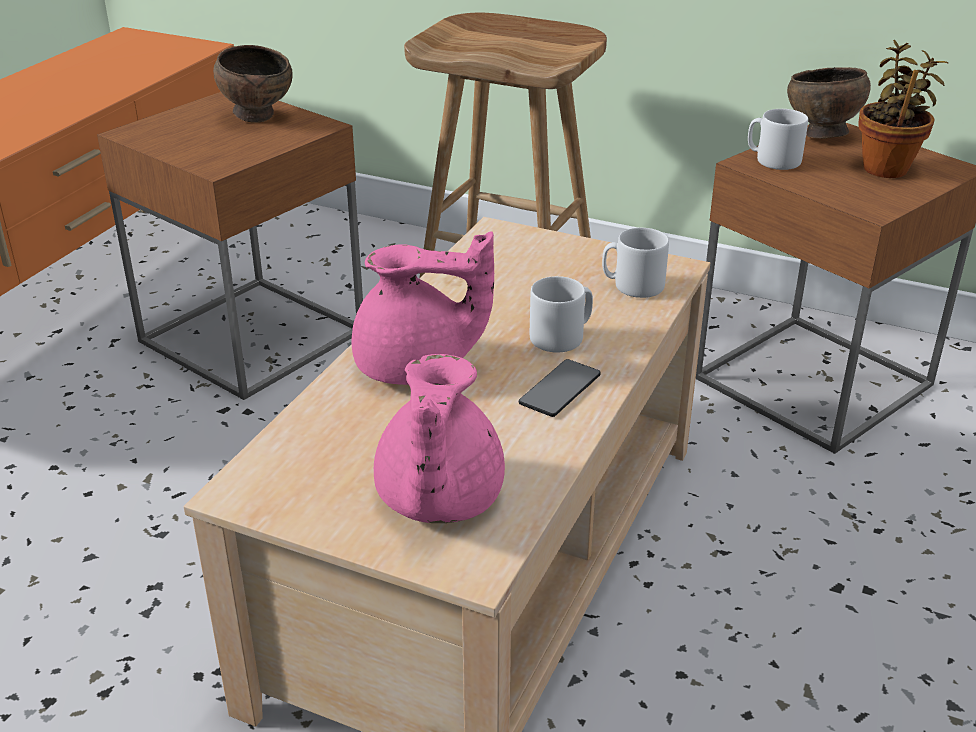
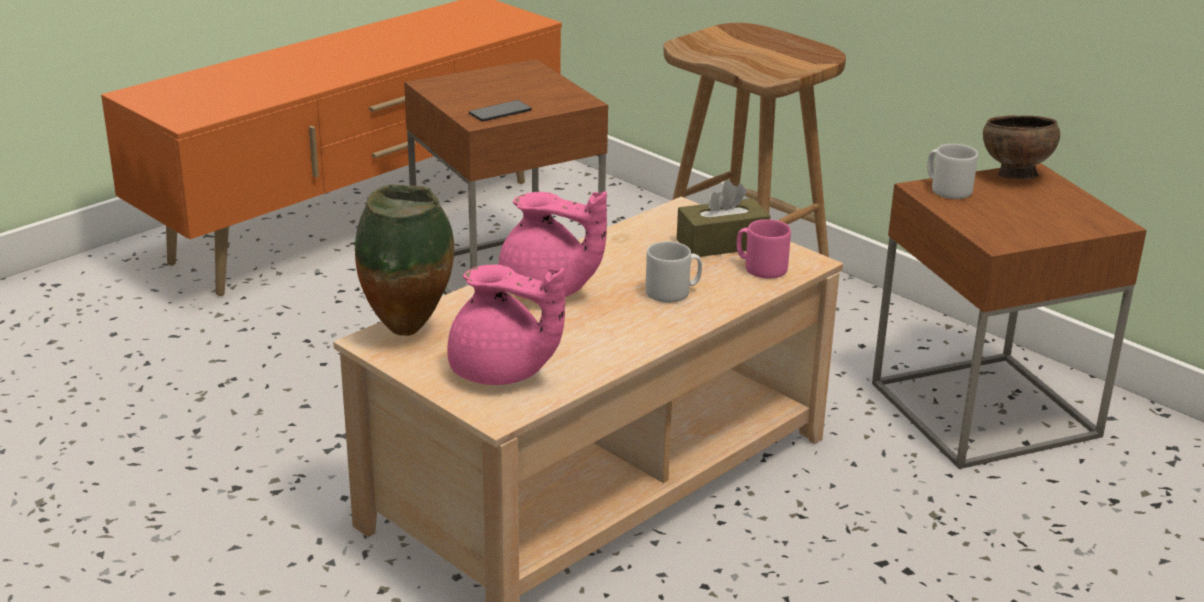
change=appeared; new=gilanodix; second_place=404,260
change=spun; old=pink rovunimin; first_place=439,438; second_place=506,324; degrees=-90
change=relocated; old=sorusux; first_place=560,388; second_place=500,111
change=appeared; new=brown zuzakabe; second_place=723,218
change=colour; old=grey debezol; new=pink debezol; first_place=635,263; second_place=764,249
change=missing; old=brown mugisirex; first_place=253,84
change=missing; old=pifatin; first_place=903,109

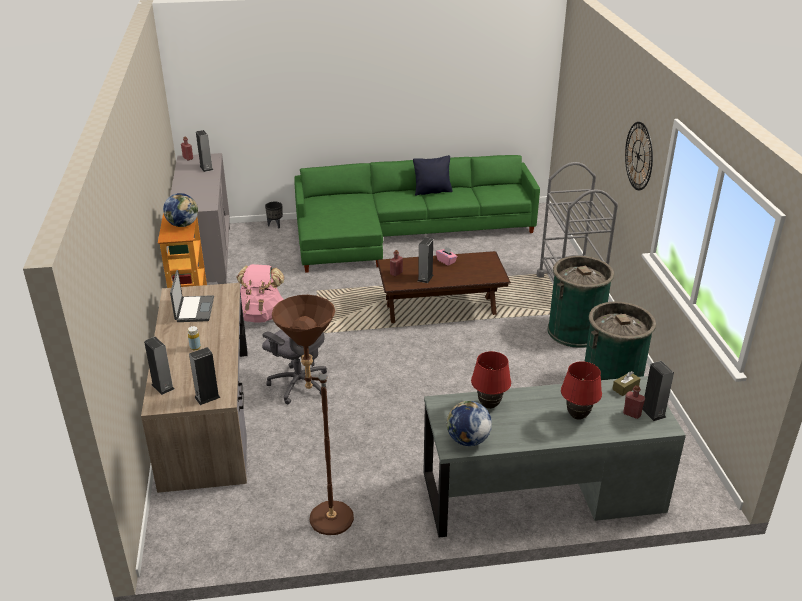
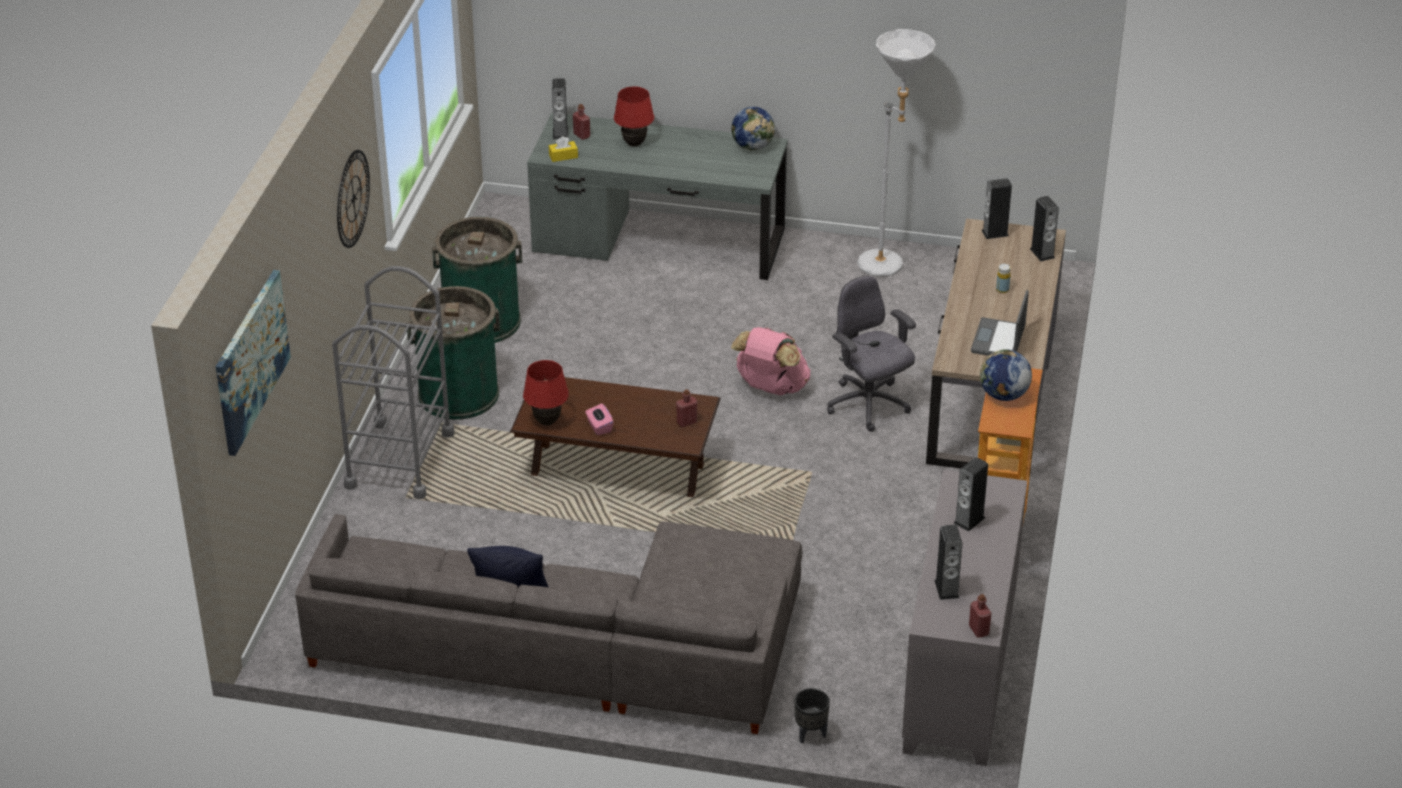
change=appeared; new=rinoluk; second_place=253,363
change=colour; old=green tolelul; new=grey tolelul; first_place=417,214; second_place=548,624
change=relocated; old=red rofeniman; first_place=491,380; second_place=546,393
change=colour; old=brown zuzakabe; new=yellow zuzakabe; first_place=626,383; second_place=563,149
change=relocated; old=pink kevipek; first_place=260,293; second_place=771,361
change=colour; old=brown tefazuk; new=white tefazuk; first_place=313,415; second_place=896,153
change=relocated; old=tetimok; first_place=425,260; second_place=971,494

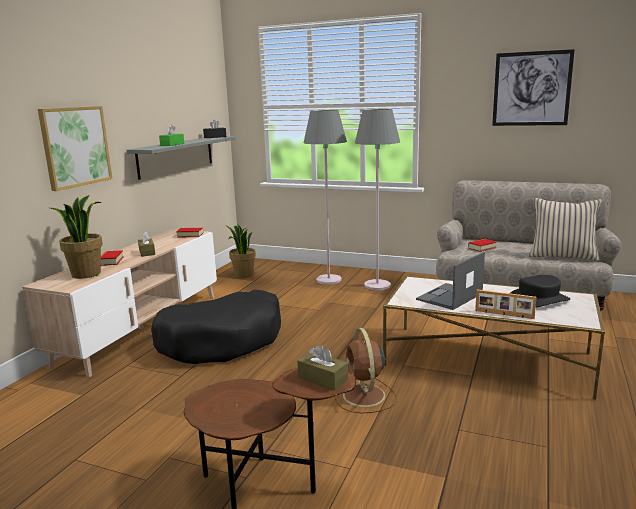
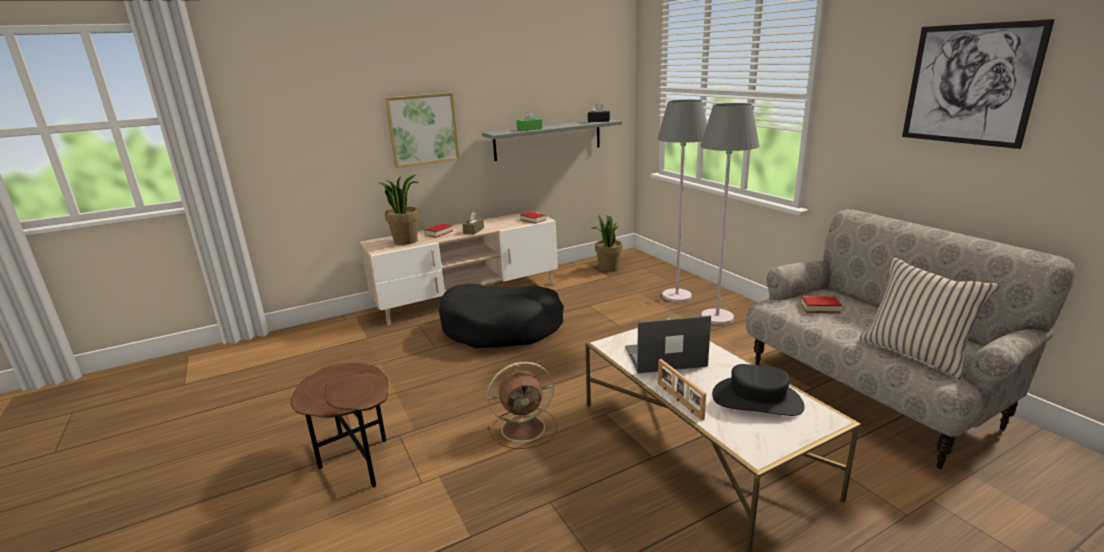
change=spun; old=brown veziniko; first_place=365,370; second_place=522,405; degrees=-135
change=missing; old=brown zuzakabe; first_place=322,367

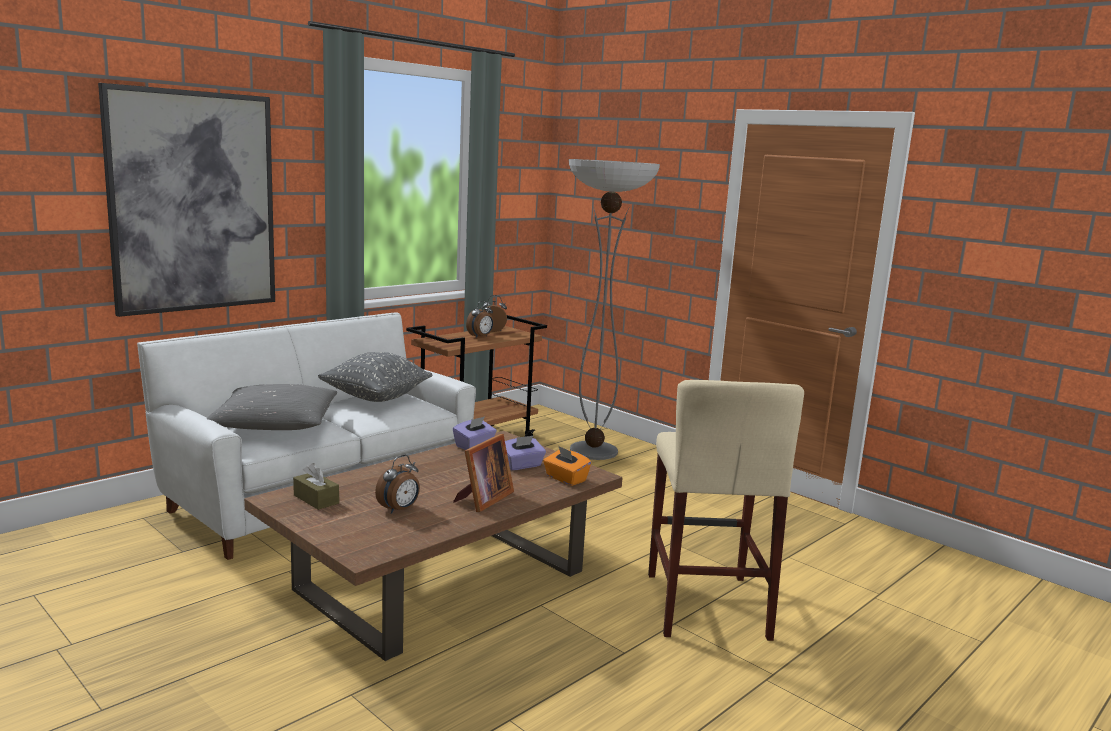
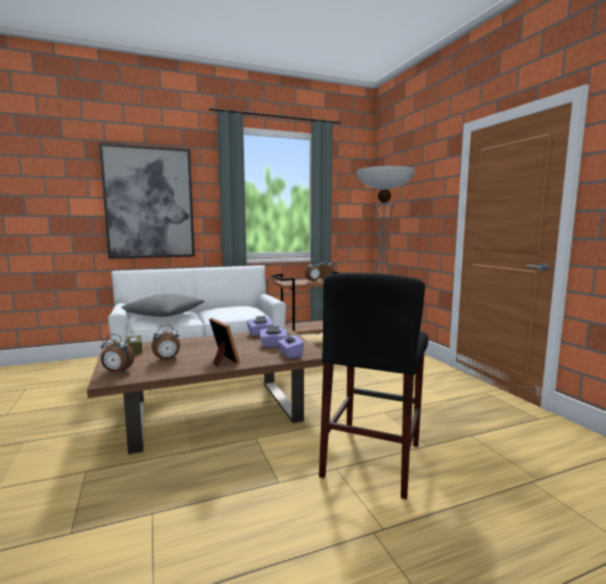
change=appeared; new=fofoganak; second_place=117,353
change=spun; old=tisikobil; first_place=483,473; second_place=224,342; degrees=-90
change=colour; old=orange zuzakabe; new=purple zuzakabe; first_place=567,466; second_place=291,345
change=colour; old=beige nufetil; new=black nufetil; first_place=726,510; second_place=373,386
change=missing; old=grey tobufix; first_place=375,377

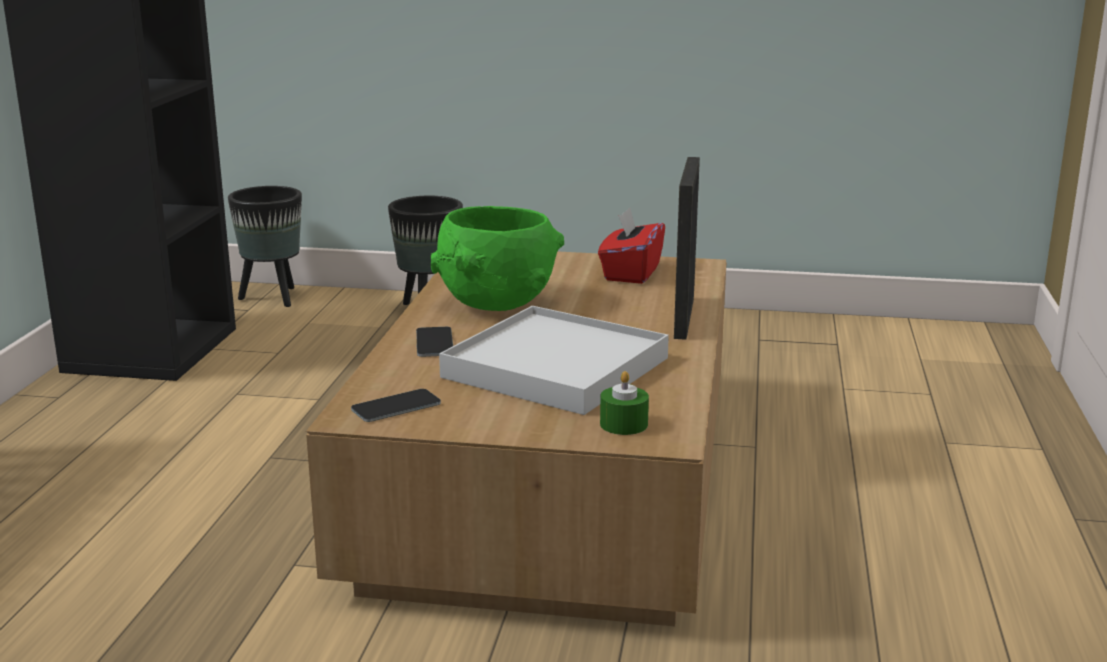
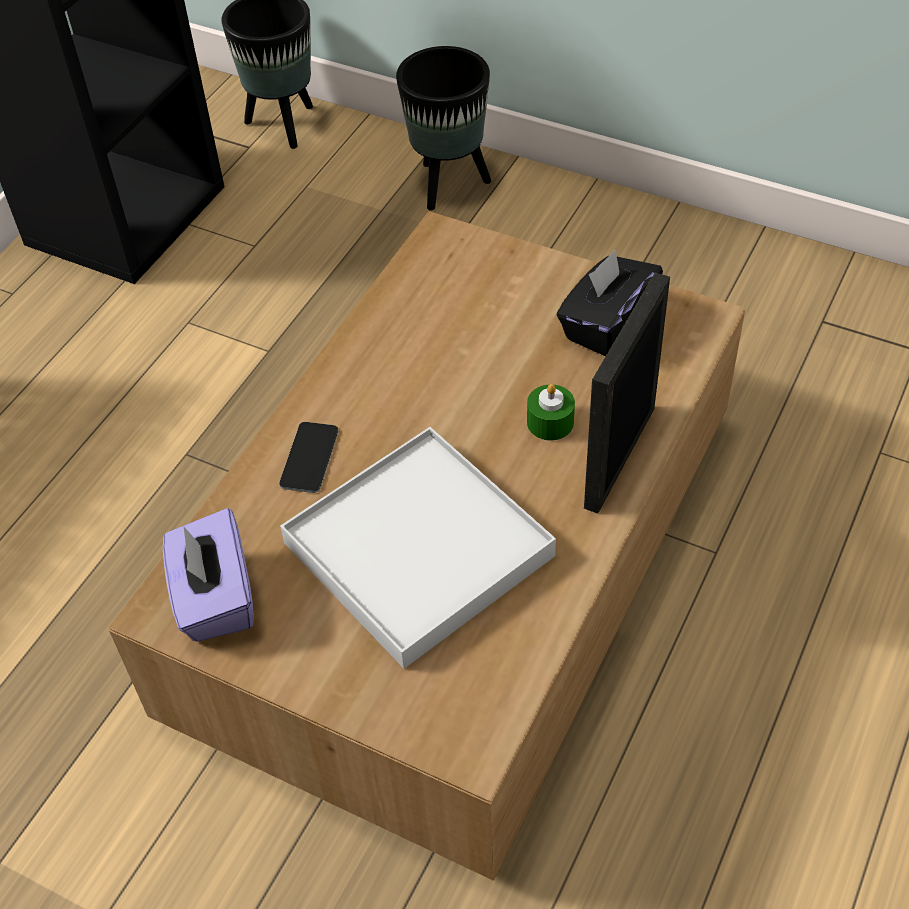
change=exchanged; old=sorusux; new=purple zuzakabe; first_place=396,405; second_place=208,575
change=relocated; old=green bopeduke; first_place=624,403; second_place=551,412
change=colour; old=red zuzakabe; new=black zuzakabe; first_place=631,245; second_place=610,303
change=missing; old=green mugisirex; first_place=497,258

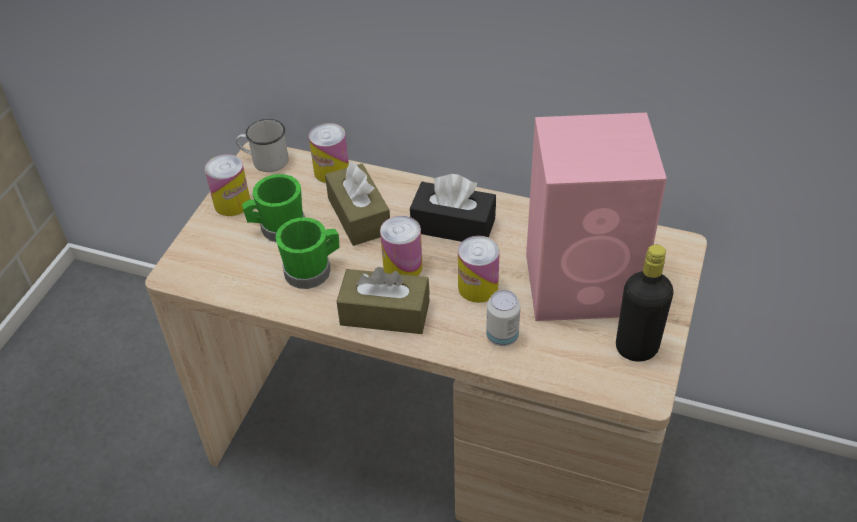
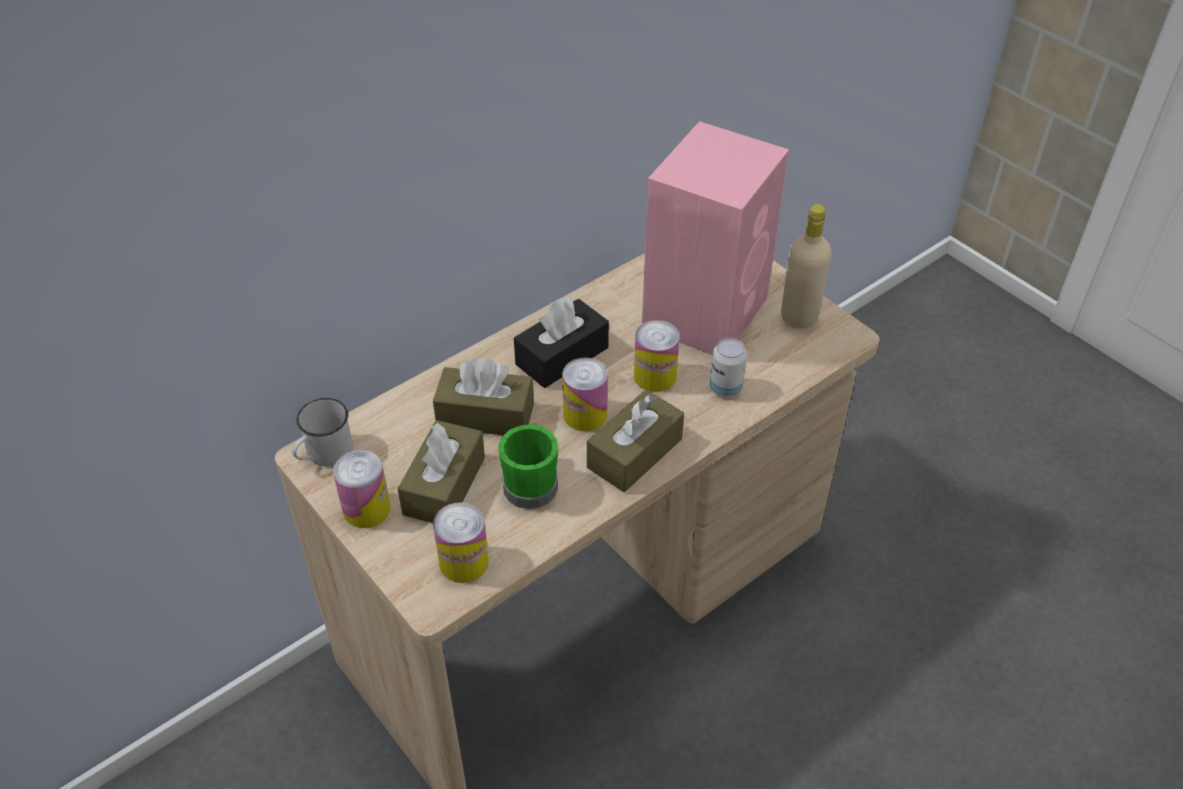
change=exchanged; old=green debezol; new=brown zuzakabe; first_place=273,208; second_place=441,471
change=relocated; old=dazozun; first_place=329,153; second_place=461,542
change=colour; old=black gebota; new=beige gebota; first_place=644,303; second_place=806,266

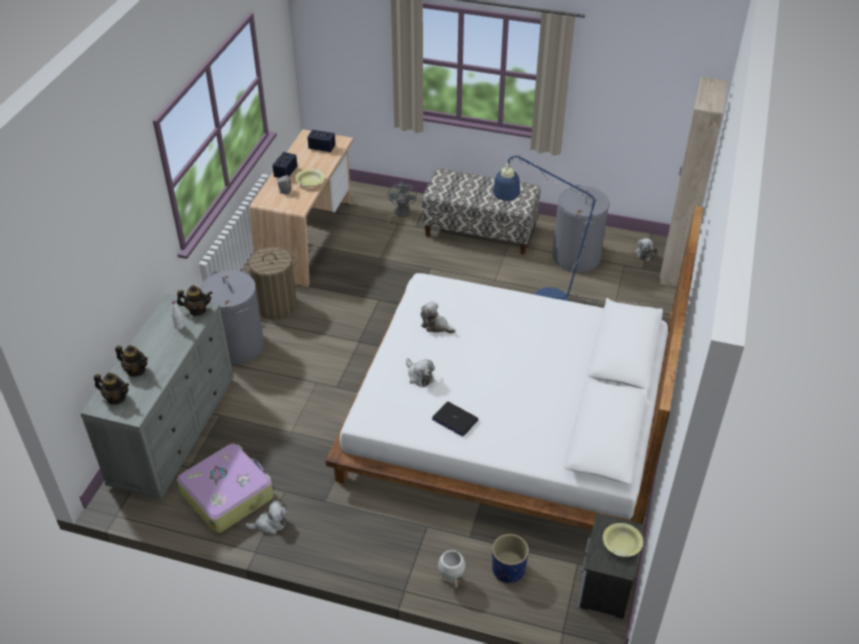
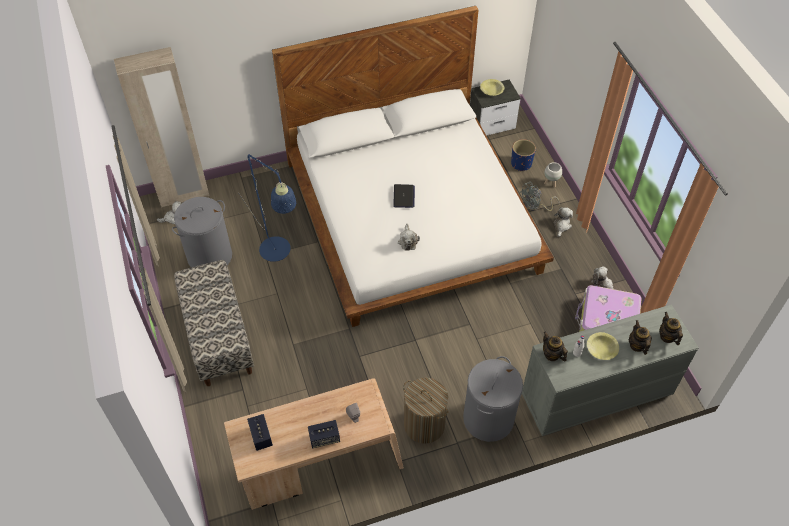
change=relocated; old=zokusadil; first_place=455,419; second_place=404,196
change=relocated; old=grey veziniko; first_place=401,204; second_place=539,196
change=relocated; old=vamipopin; first_place=420,372; second_place=563,222
change=relocated; old=yellow mugisirex; first_place=310,178; second_place=603,346

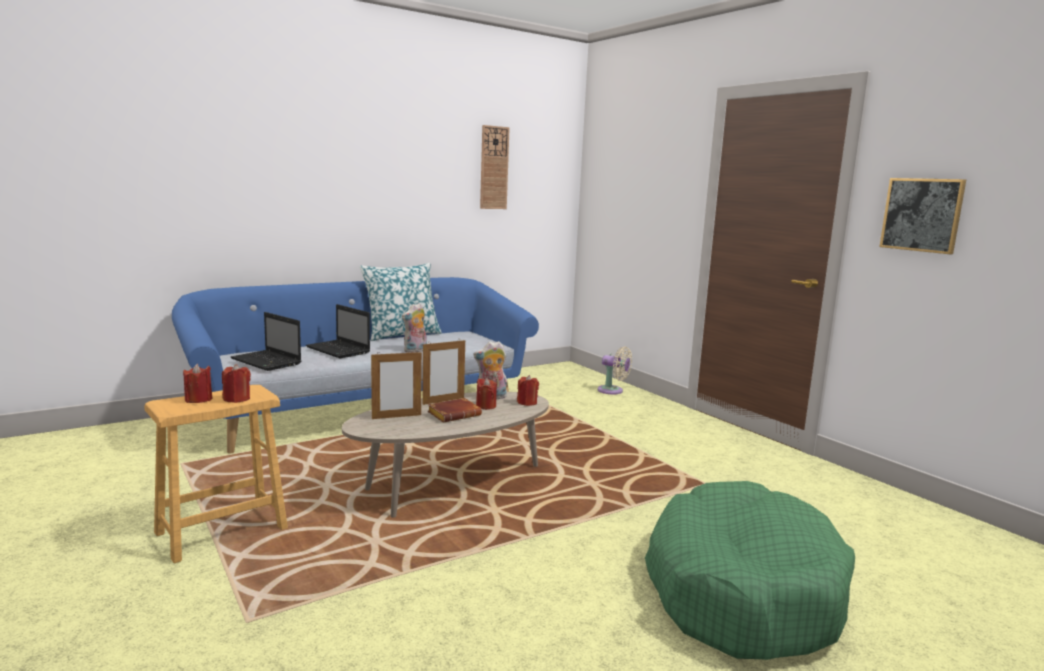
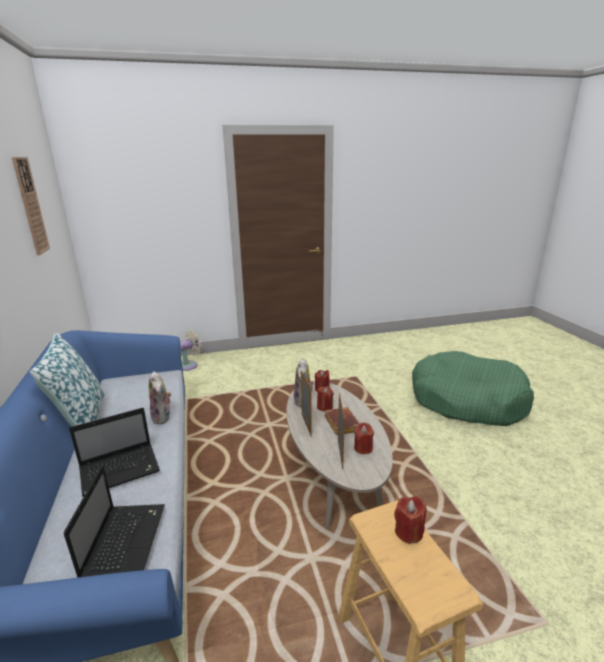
change=spun; old=zokusadil; first_place=266,341; second_place=114,522; degrees=-60
change=relocated; old=red bopeduke; first_place=197,383; second_place=364,438
change=missing; old=rinoluk; first_place=922,216

